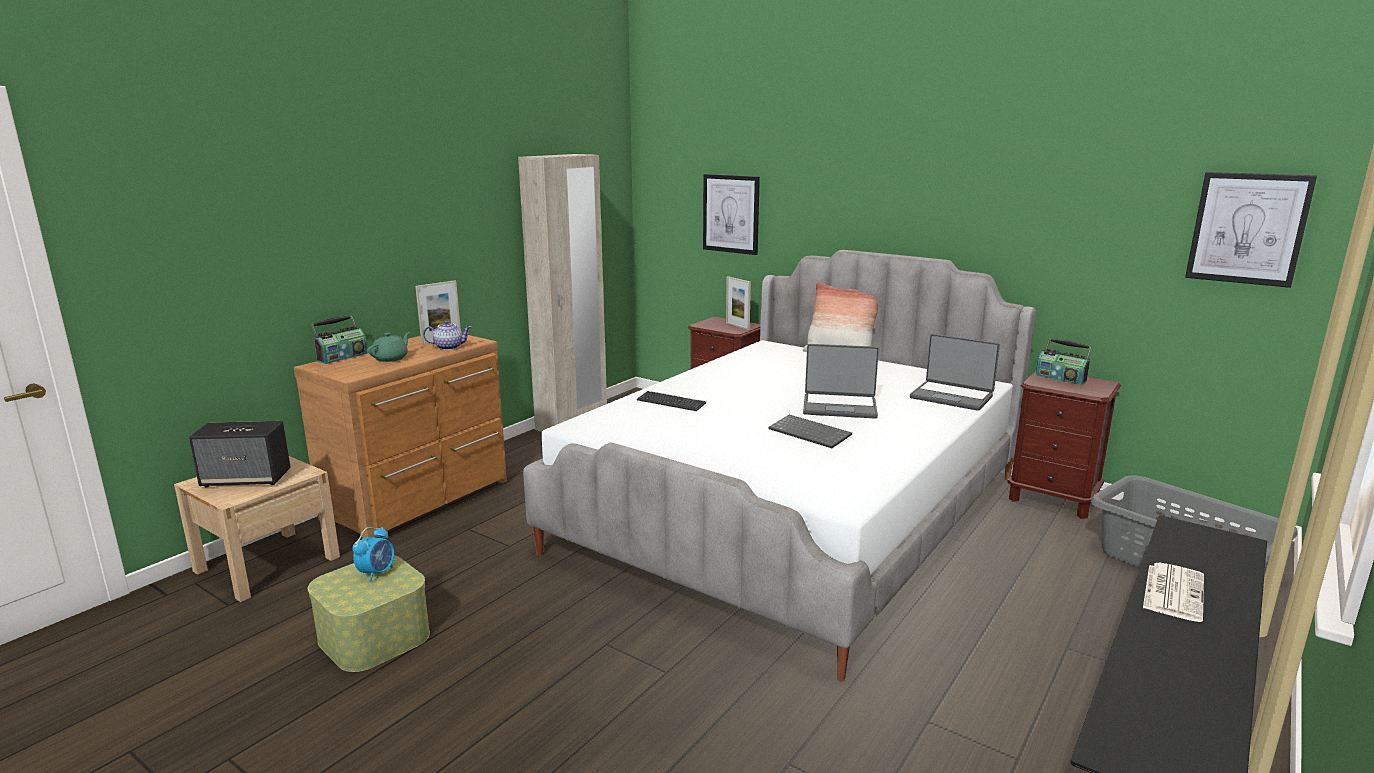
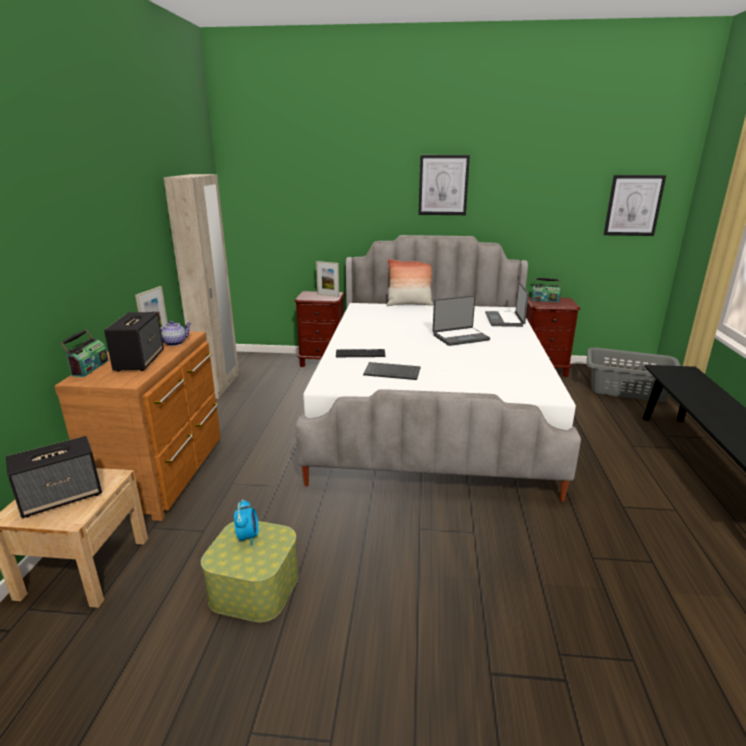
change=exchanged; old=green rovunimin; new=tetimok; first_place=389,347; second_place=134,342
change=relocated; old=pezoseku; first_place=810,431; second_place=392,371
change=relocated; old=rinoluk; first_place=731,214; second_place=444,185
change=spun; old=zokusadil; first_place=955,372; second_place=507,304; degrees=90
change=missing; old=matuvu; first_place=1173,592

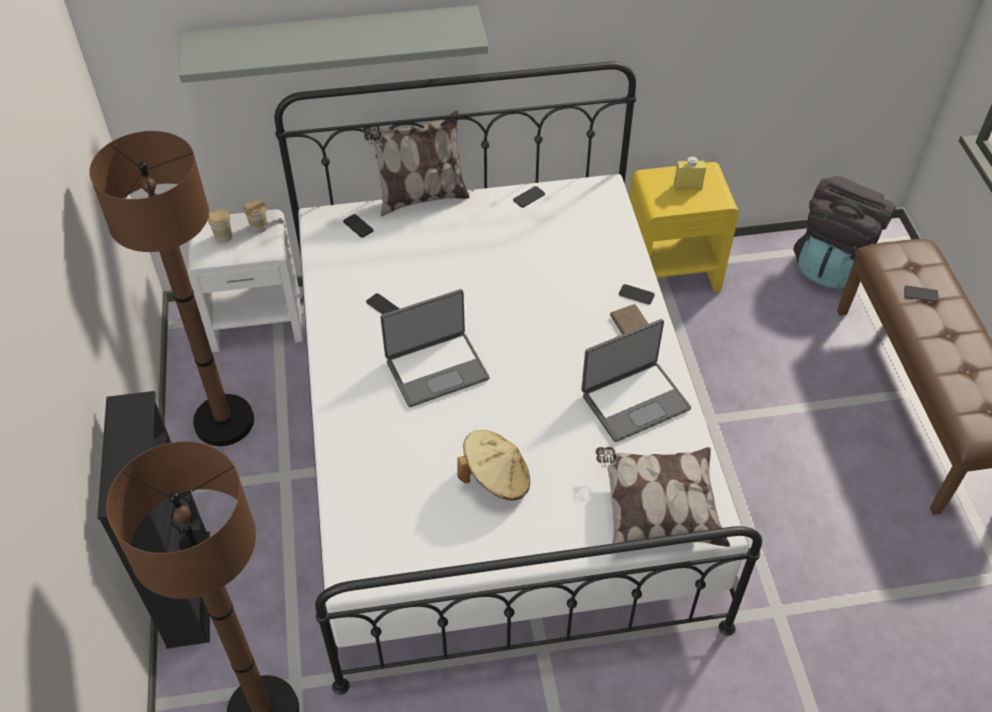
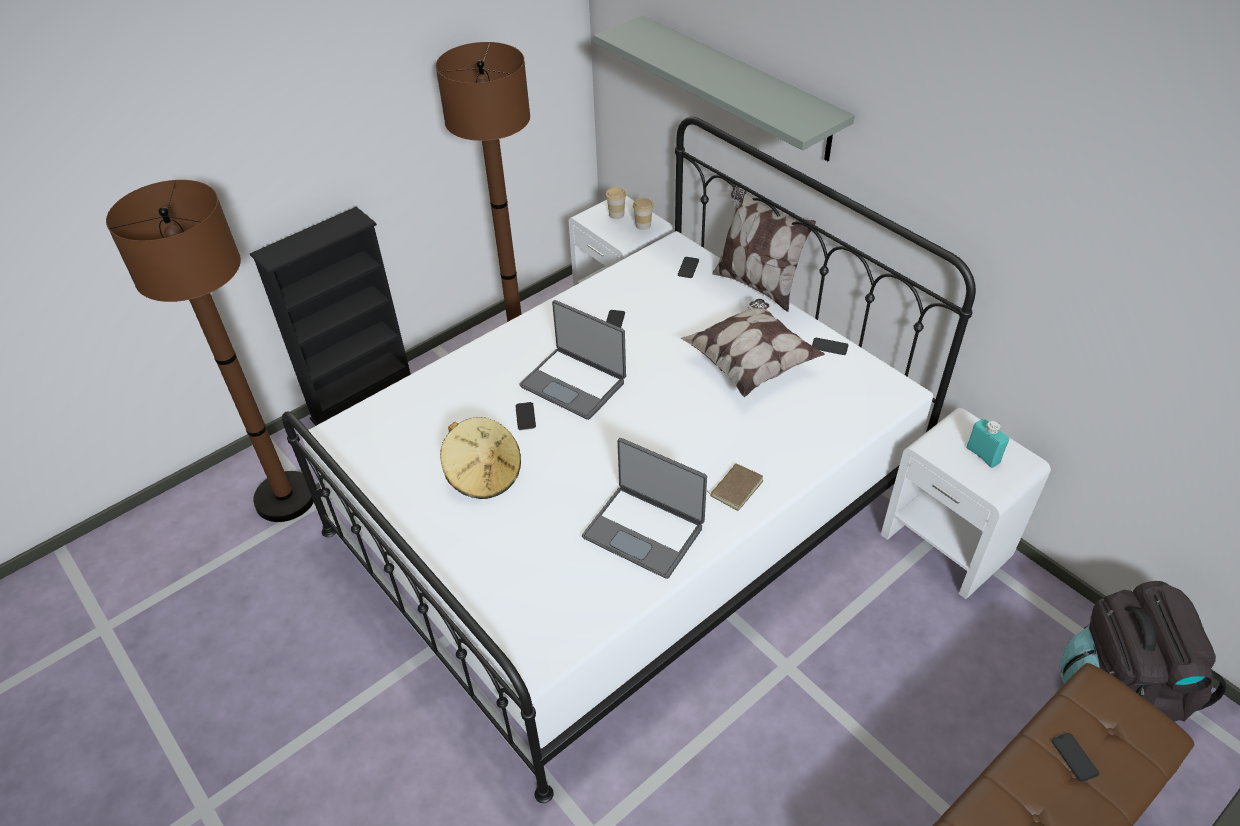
change=relocated; old=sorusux; first_place=637,294; second_place=525,416
change=relocated; old=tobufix; first_place=663,497; second_place=753,348
change=colour; old=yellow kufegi; new=white kufegi; first_place=684,227; second_place=966,503
change=colour; old=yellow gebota; new=turquoise gebota; first_place=690,173; second_place=987,443

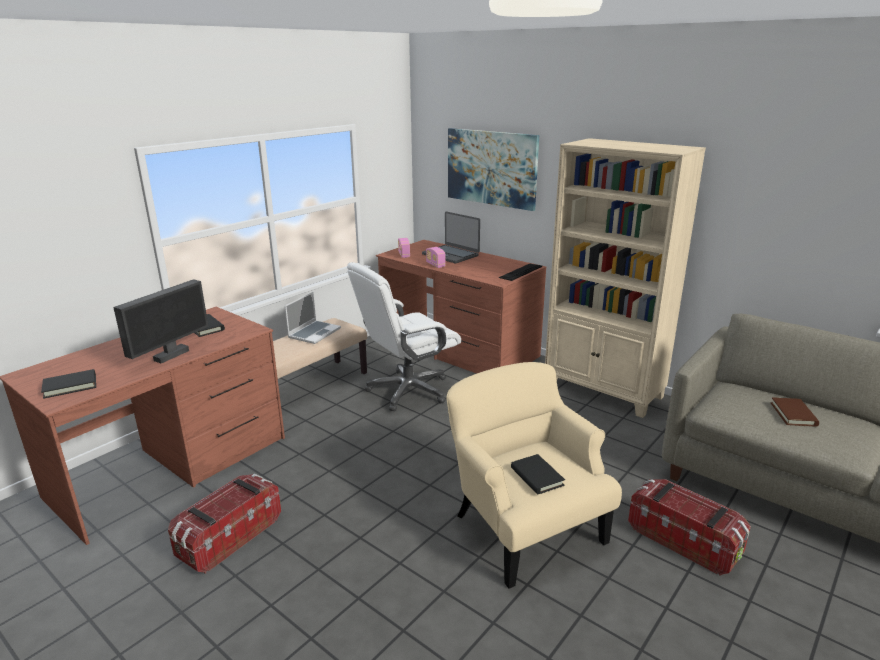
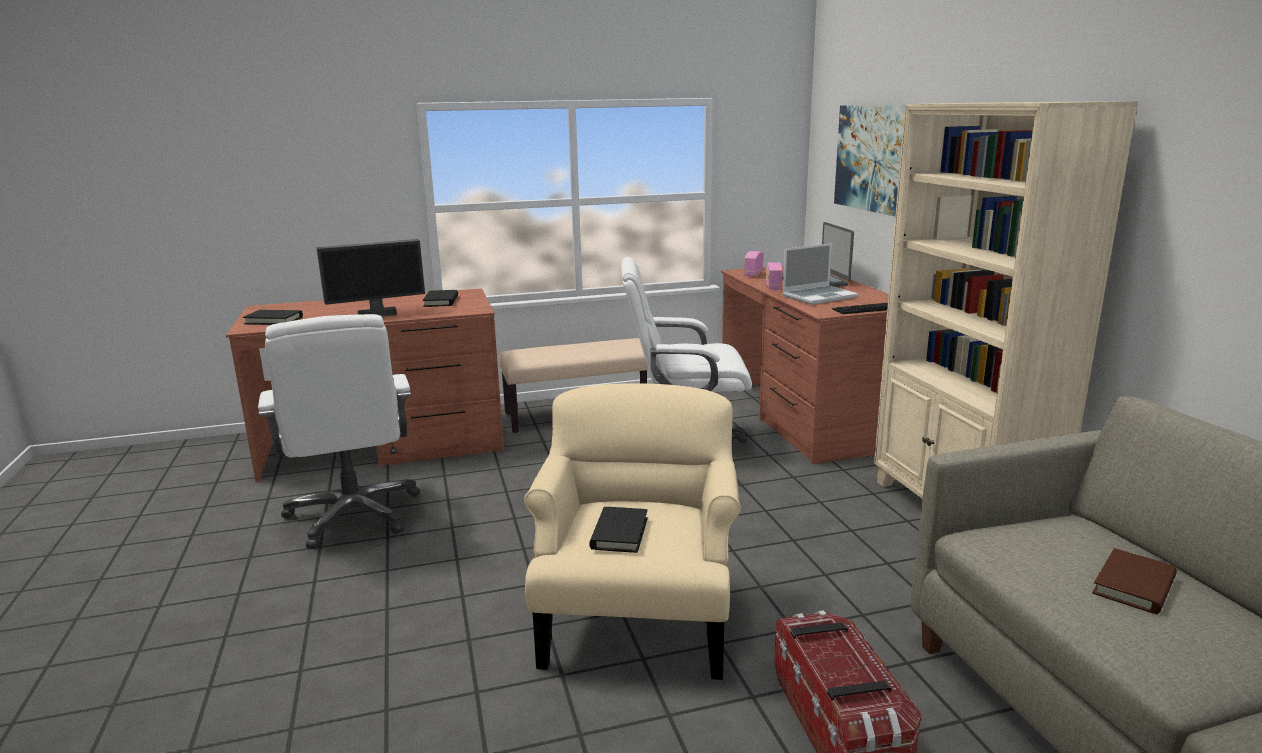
change=exchanged; old=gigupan; new=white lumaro; first_place=224,524; second_place=339,431
change=relocated; old=zokusadil; first_place=313,318; second_place=820,274

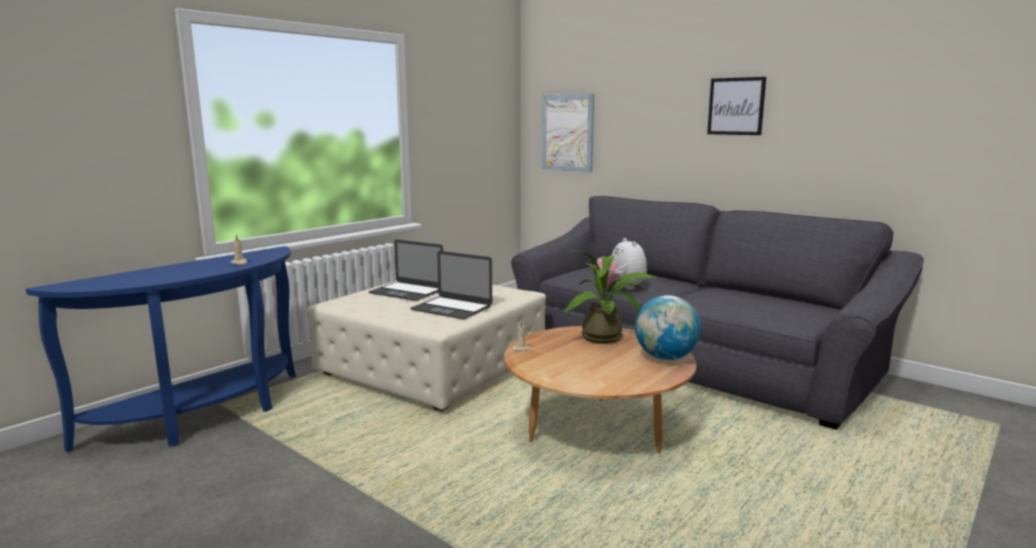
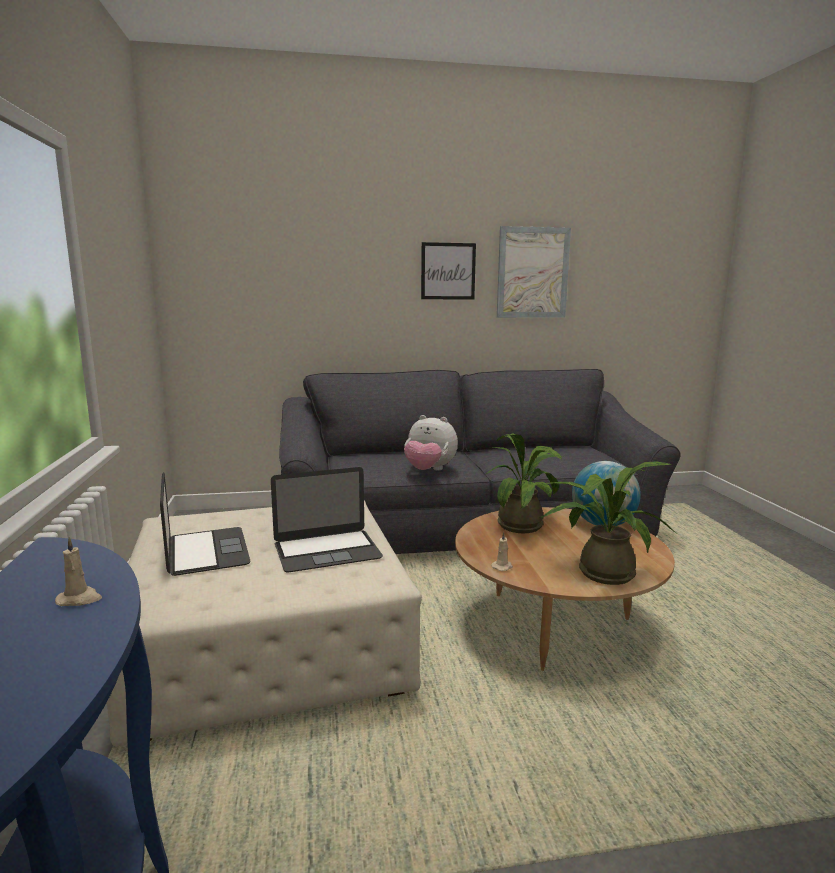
change=spun; old=zokusadil; first_place=405,270; second_place=205,524; degrees=-90
change=relocated; old=rinoluk; first_place=568,133; second_place=534,272
change=appeared; new=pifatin; second_place=607,523

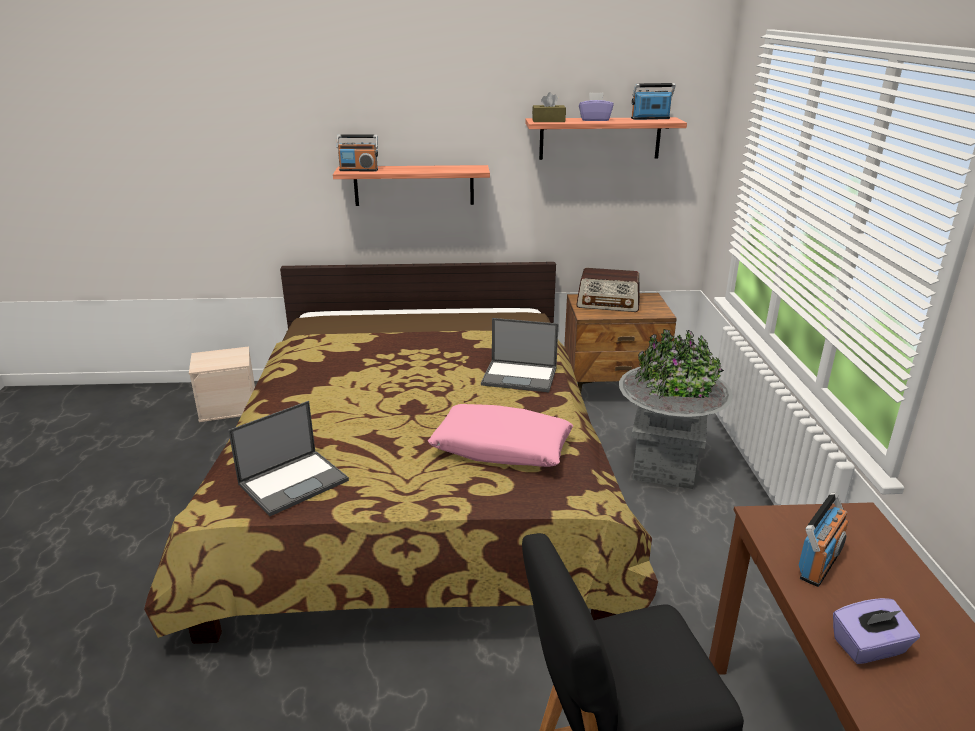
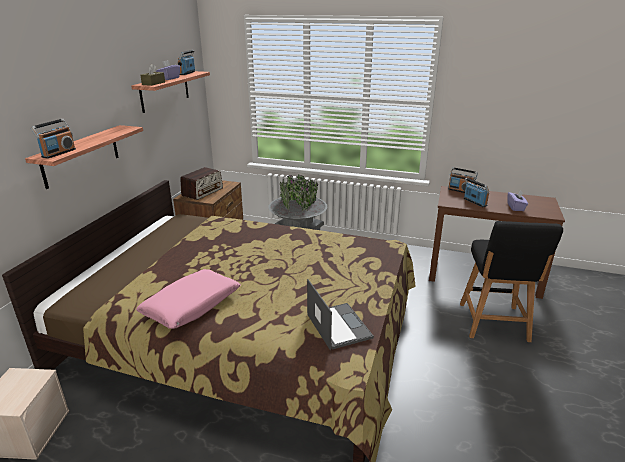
change=relocated; old=pink tobufix; first_place=500,435; second_place=188,299
change=appeared; new=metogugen; second_place=463,180
change=missing; old=zokusadil; first_place=520,355

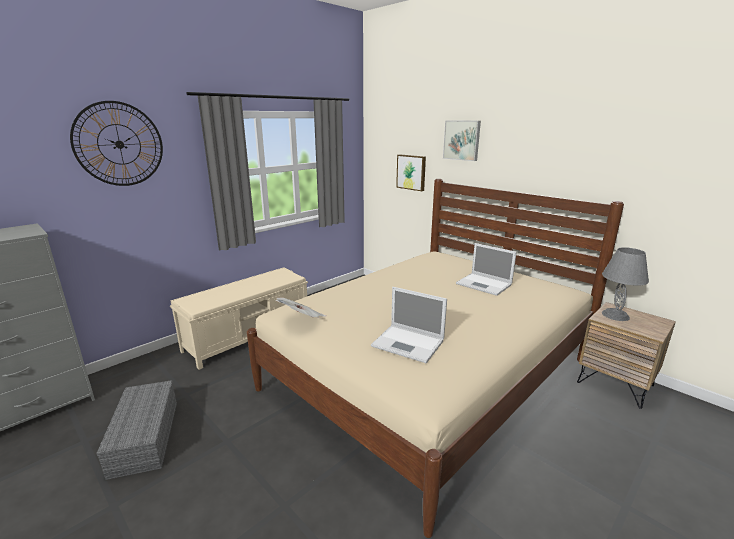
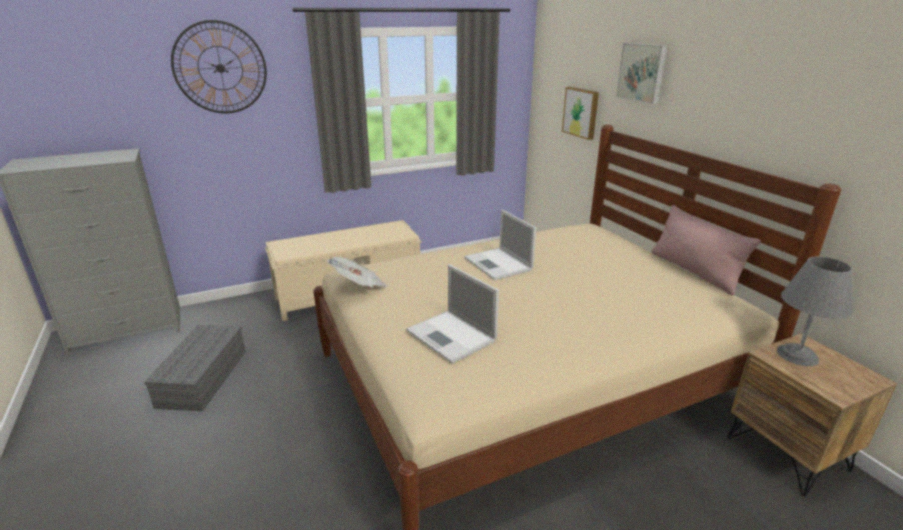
change=relocated; old=zokusadil; first_place=486,269; second_place=500,245
change=appeared; new=pink tobufix; second_place=706,250

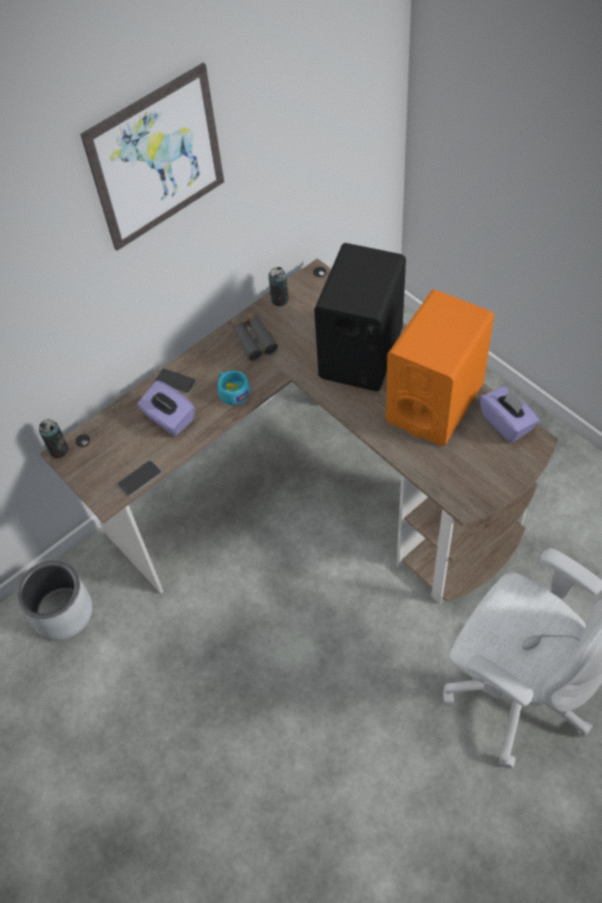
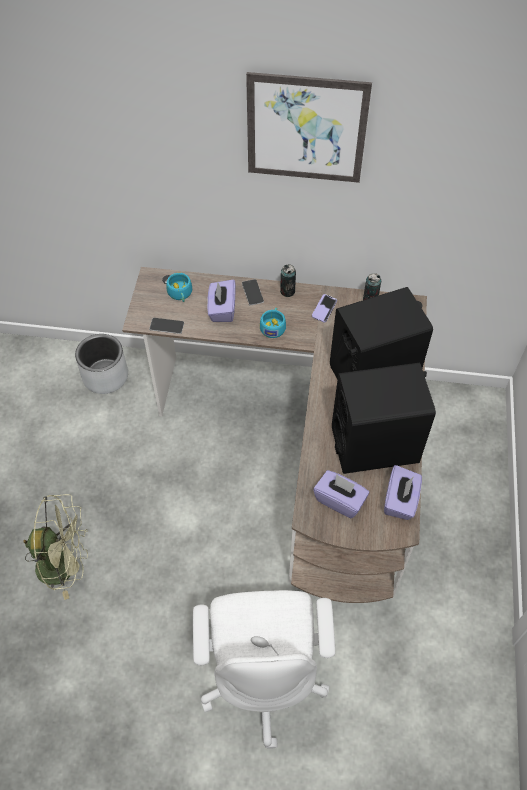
change=appeared; new=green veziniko; second_place=55,547
change=appeared; new=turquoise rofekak; second_place=179,287
change=relocated; old=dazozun; first_place=54,438; second_place=288,280
change=exchanged; old=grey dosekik; new=sorusux; first_place=254,336; second_place=324,308
change=appeared; new=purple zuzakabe; second_place=341,494
change=colour; old=orange tetimok; new=black tetimok; first_place=440,368; second_place=384,418

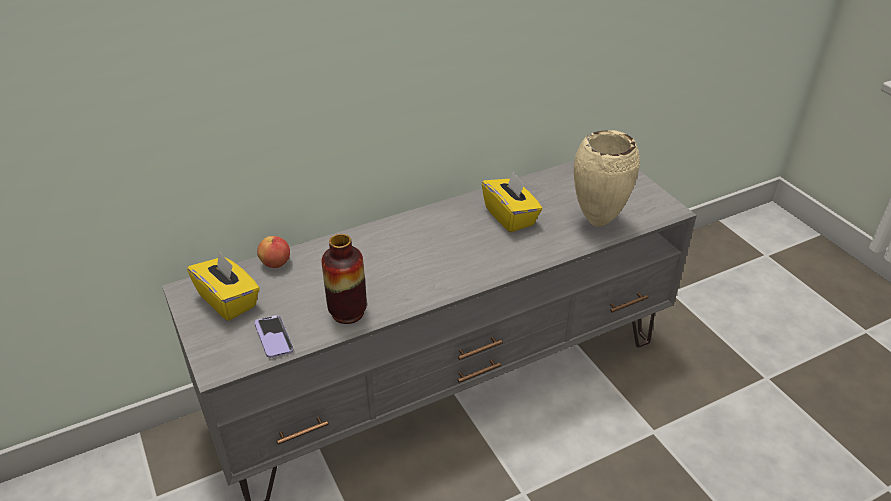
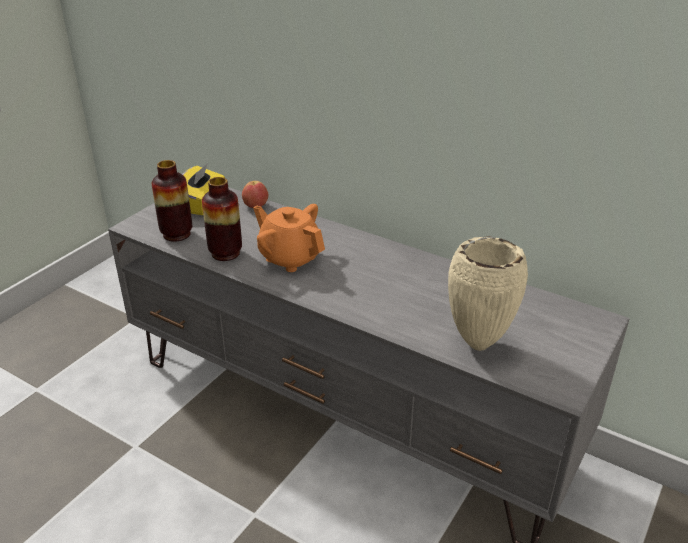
change=exchanged; old=sorusux; new=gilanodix; first_place=274,336; second_place=172,201
change=appeared; new=orange rovunimin; second_place=289,238
change=missing; old=yellow zuzakabe; first_place=512,202

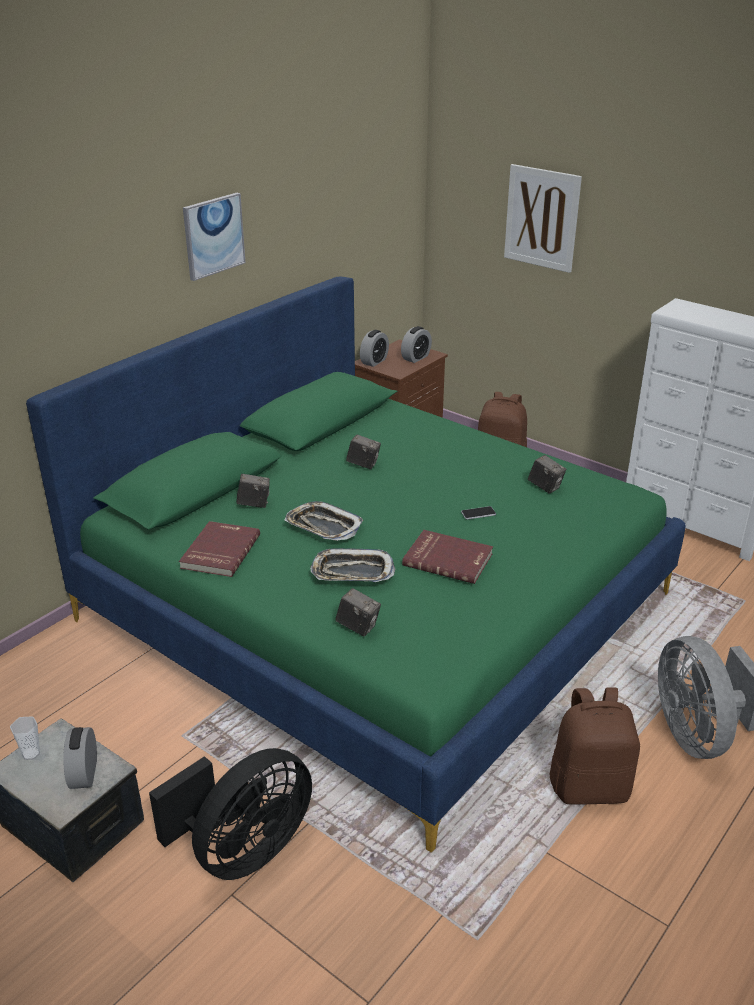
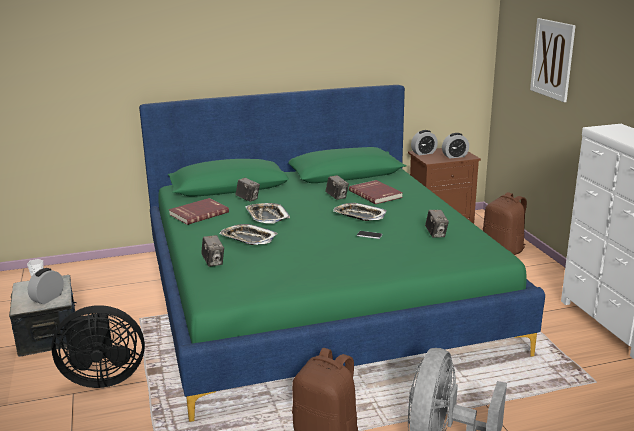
change=appeared; new=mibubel; second_place=360,212
change=relocated; old=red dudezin; first_place=447,557; second_place=376,192
change=missing; old=rinoluk; first_place=214,237

